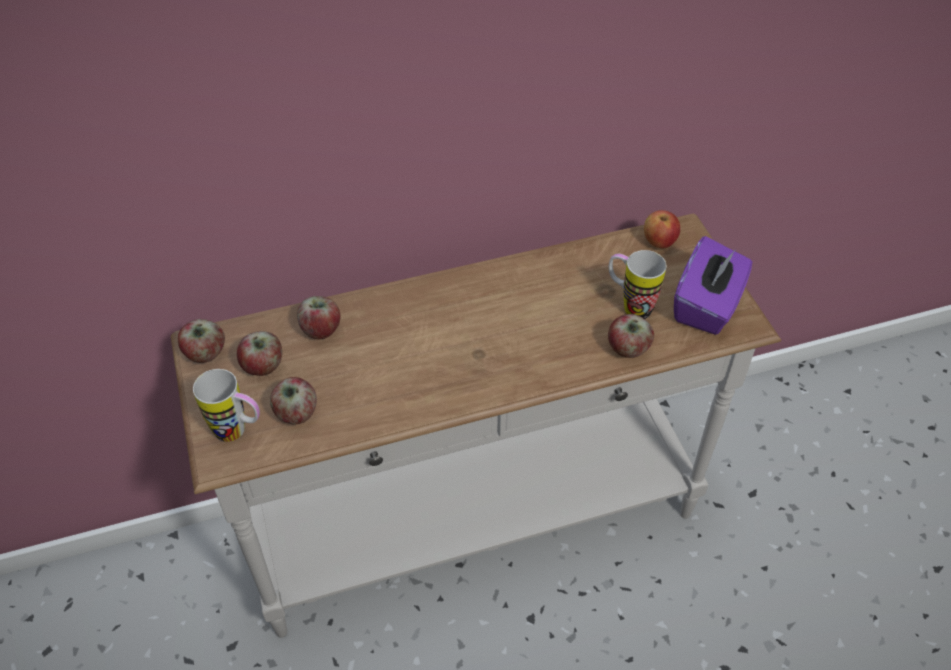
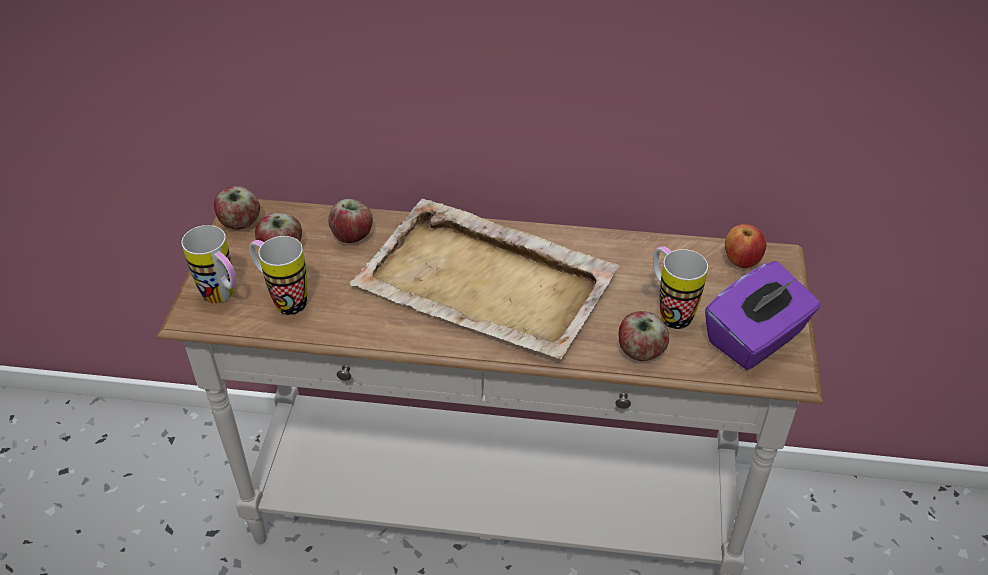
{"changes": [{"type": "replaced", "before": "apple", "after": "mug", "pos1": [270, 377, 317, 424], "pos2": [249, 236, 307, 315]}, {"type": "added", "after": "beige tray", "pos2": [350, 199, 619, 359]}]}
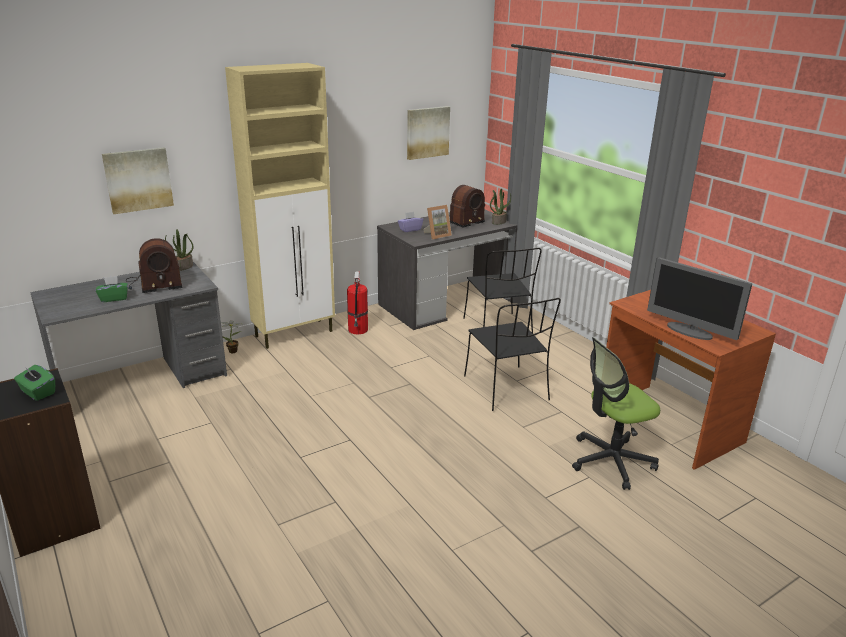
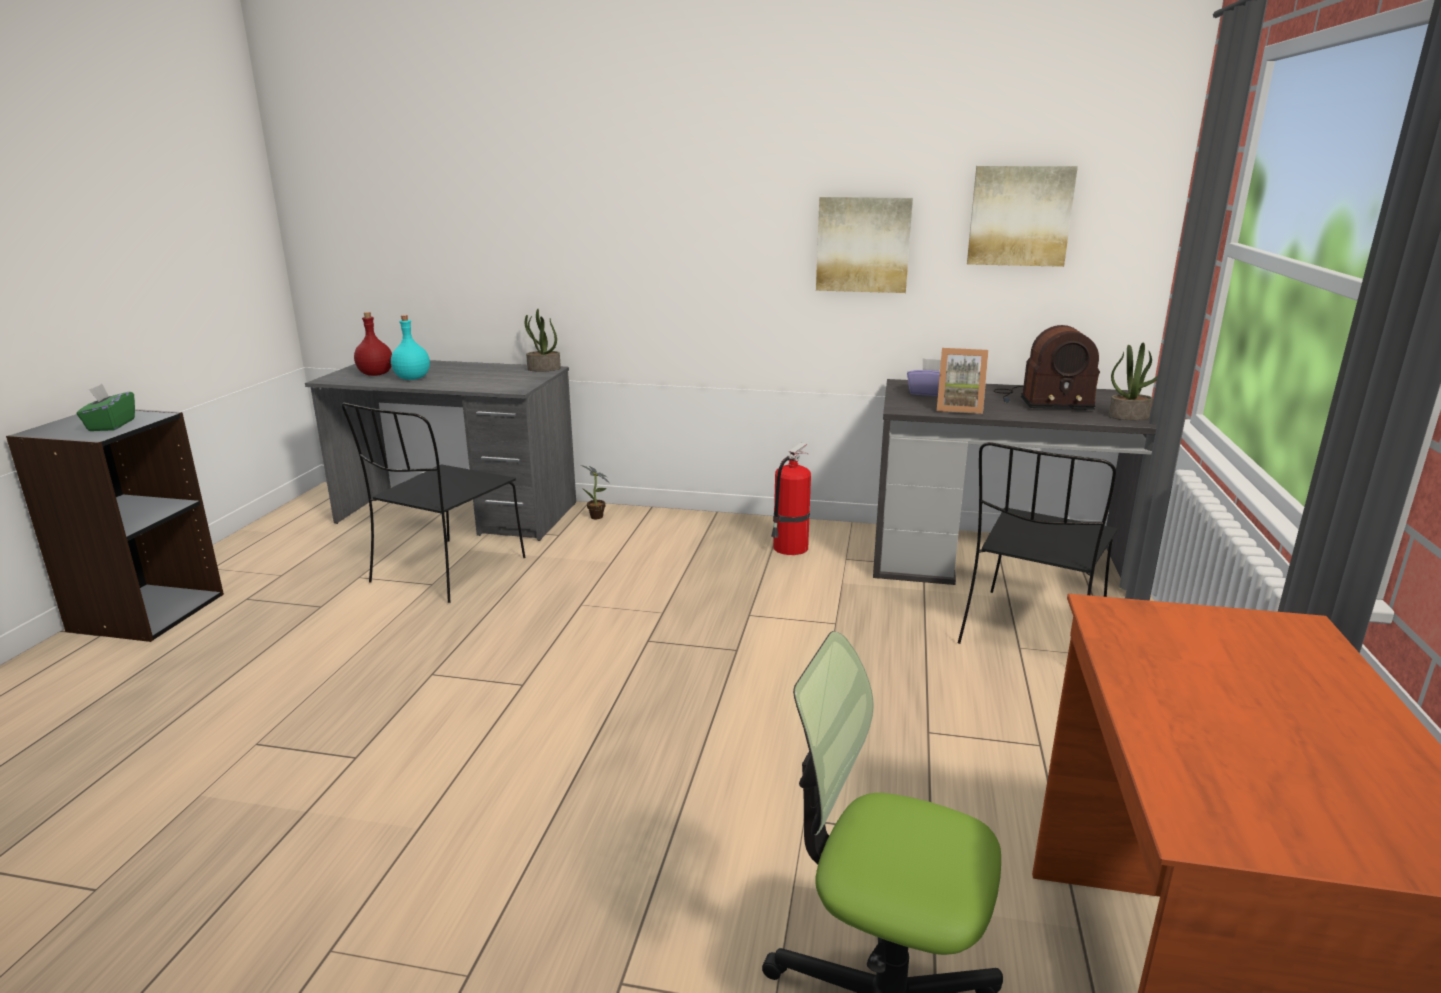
{"changes": [{"type": "replaced", "before": "green tissue box", "after": "turquoise bottle", "pos1": [96, 276, 128, 302], "pos2": [391, 315, 430, 380]}, {"type": "moved", "before": "picture", "pos1": [102, 147, 174, 214], "pos2": [816, 197, 913, 293]}, {"type": "removed", "before": "radio", "pos1": [126, 238, 183, 293]}, {"type": "removed", "before": "beige cabinet", "pos1": [225, 63, 335, 349]}, {"type": "moved", "before": "black chair", "pos1": [464, 298, 561, 411], "pos2": [342, 403, 526, 603]}, {"type": "removed", "before": "monitor", "pos1": [647, 257, 752, 340]}, {"type": "added", "after": "red bottle", "pos2": [354, 312, 392, 376]}]}
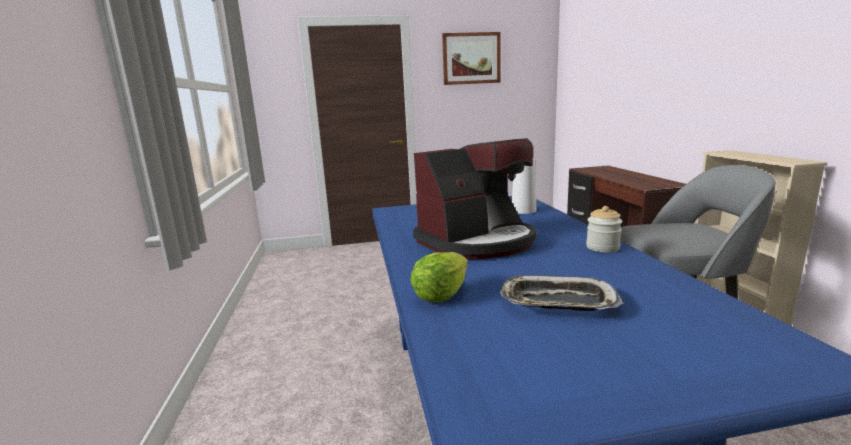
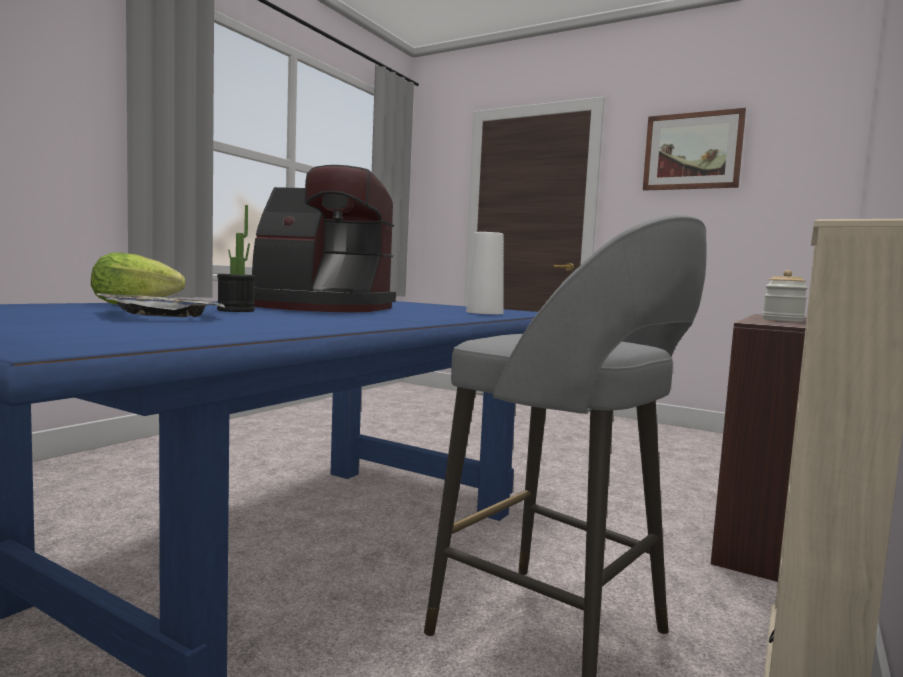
{"changes": [{"type": "moved", "before": "jar", "pos1": [586, 206, 622, 252], "pos2": [762, 270, 808, 322]}, {"type": "added", "after": "potted plant", "pos2": [217, 205, 255, 312]}]}
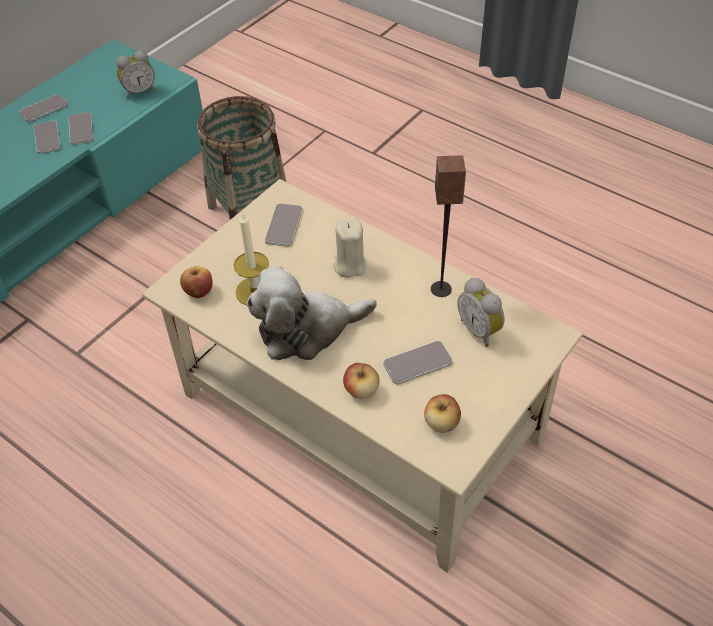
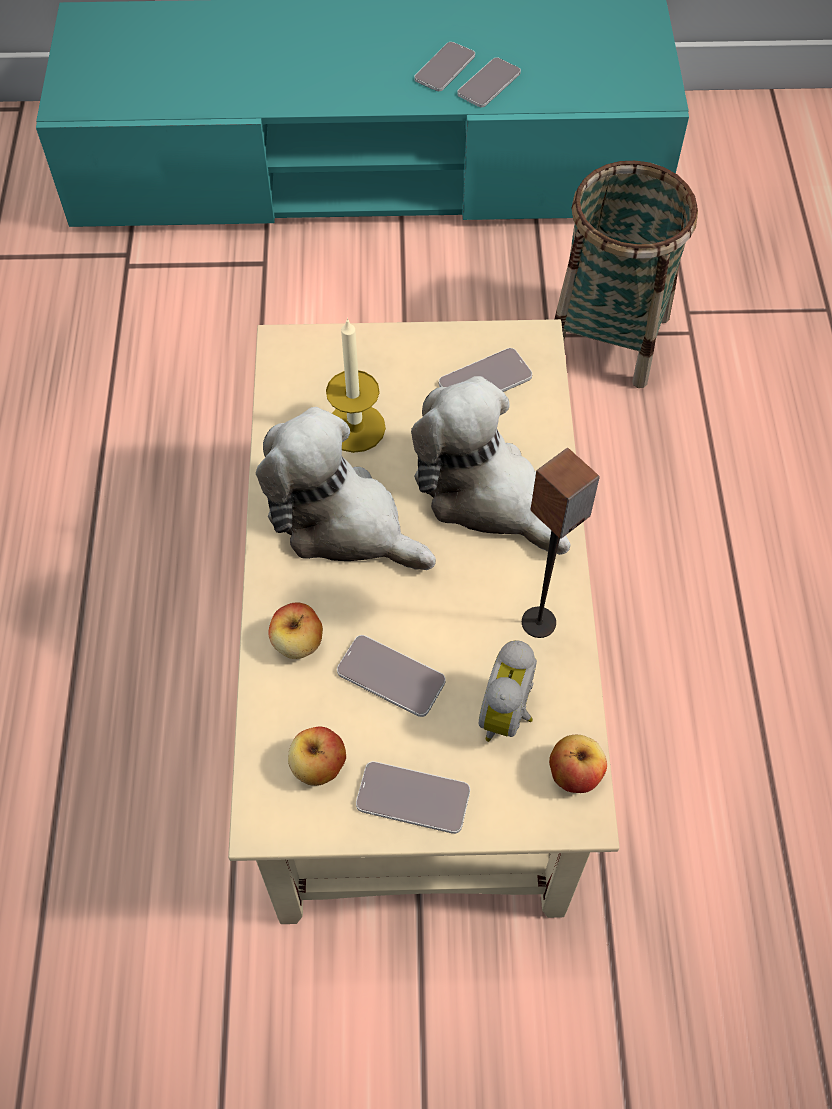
{"changes": [{"type": "moved", "before": "phone", "pos1": [19, 94, 69, 122], "pos2": [356, 761, 470, 834]}, {"type": "removed", "before": "alarm clock", "pos1": [116, 50, 156, 99]}, {"type": "moved", "before": "apple", "pos1": [180, 266, 213, 298], "pos2": [549, 735, 607, 793]}, {"type": "replaced", "before": "beige candle", "after": "plush toy", "pos1": [333, 218, 367, 278], "pos2": [411, 376, 570, 555]}]}
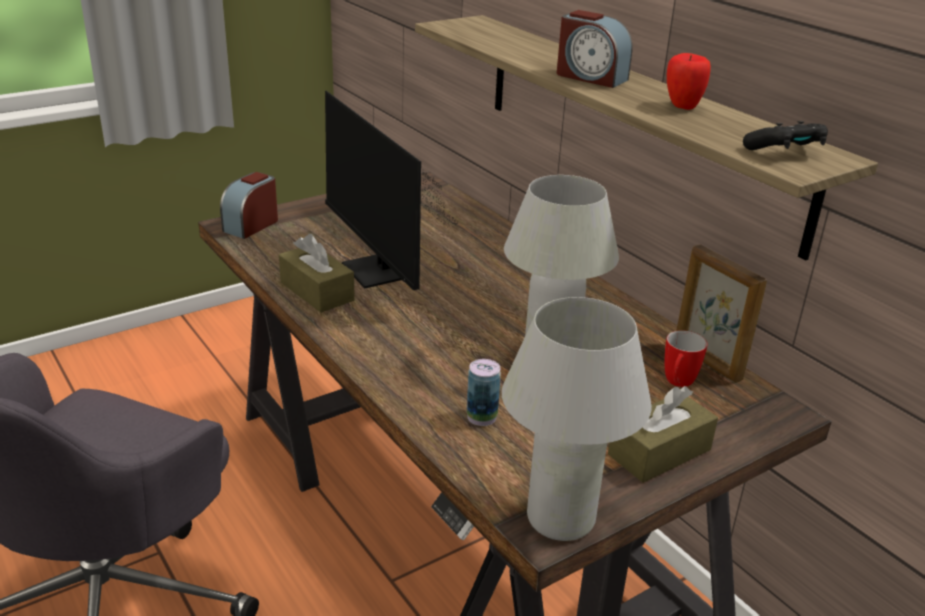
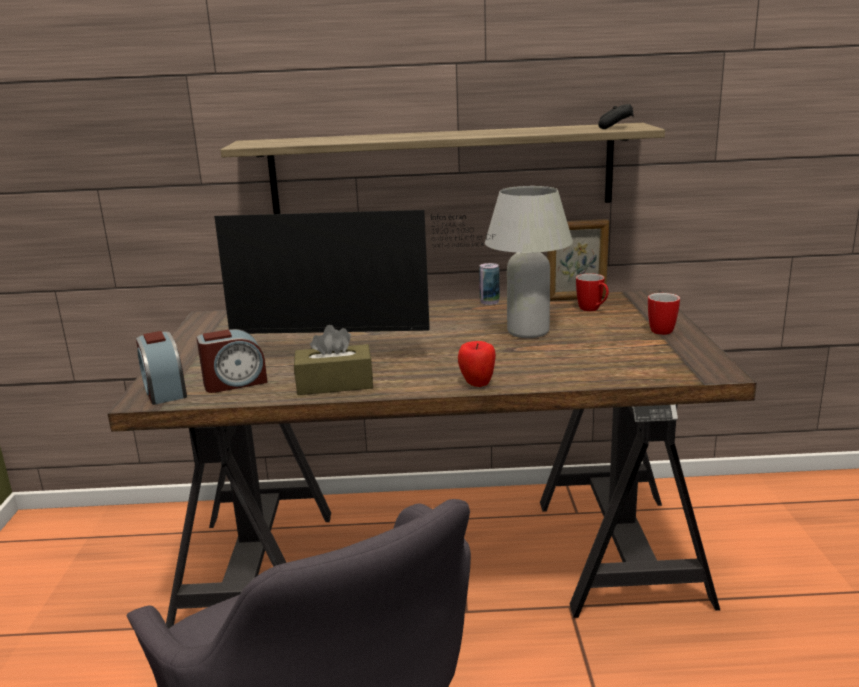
{"changes": [{"type": "moved", "before": "can", "pos1": [467, 359, 501, 426], "pos2": [479, 263, 500, 305]}, {"type": "removed", "before": "white table lamp", "pos1": [502, 297, 652, 541]}, {"type": "moved", "before": "alarm clock", "pos1": [557, 10, 633, 88], "pos2": [197, 329, 268, 393]}, {"type": "replaced", "before": "brown tissue box", "after": "mug", "pos1": [608, 386, 718, 483], "pos2": [648, 293, 680, 335]}, {"type": "moved", "before": "apple", "pos1": [667, 53, 711, 110], "pos2": [458, 341, 496, 387]}]}
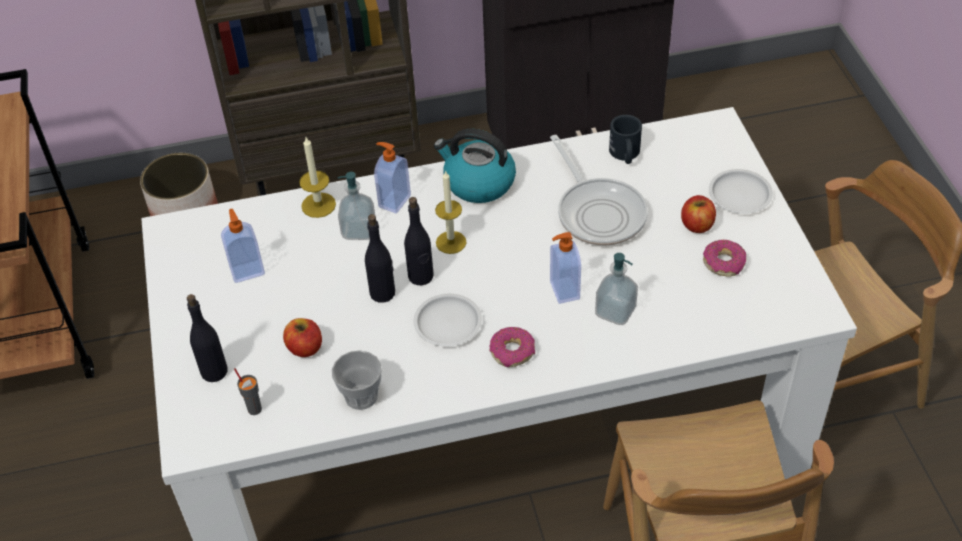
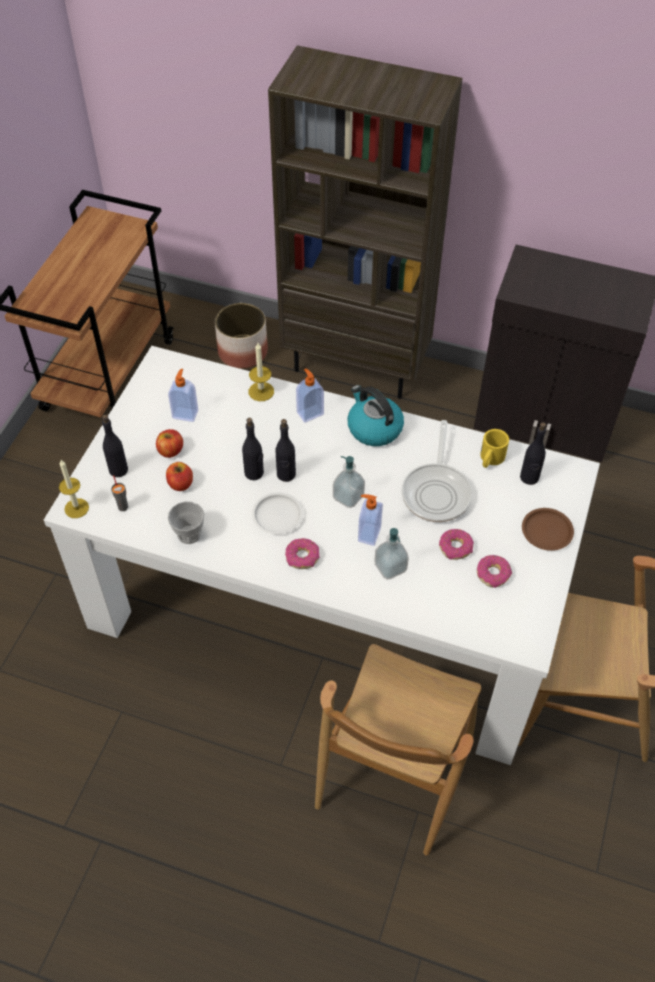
{"changes": [{"type": "moved", "before": "soap dispenser", "pos1": [338, 172, 375, 240], "pos2": [333, 456, 365, 508]}, {"type": "moved", "before": "candle", "pos1": [435, 170, 466, 254], "pos2": [59, 460, 89, 518]}, {"type": "recoloured", "before": "black mug", "after": "yellow mug", "pos1": [609, 115, 642, 164], "pos2": [480, 429, 509, 468]}, {"type": "moved", "before": "apple", "pos1": [681, 195, 716, 233], "pos2": [156, 429, 183, 458]}, {"type": "recoloured", "before": "white plate", "after": "brown plate", "pos1": [709, 169, 773, 214], "pos2": [522, 508, 574, 551]}, {"type": "added", "after": "donut", "pos2": [439, 529, 474, 560]}, {"type": "added", "after": "black bottle", "pos2": [520, 422, 546, 485]}]}
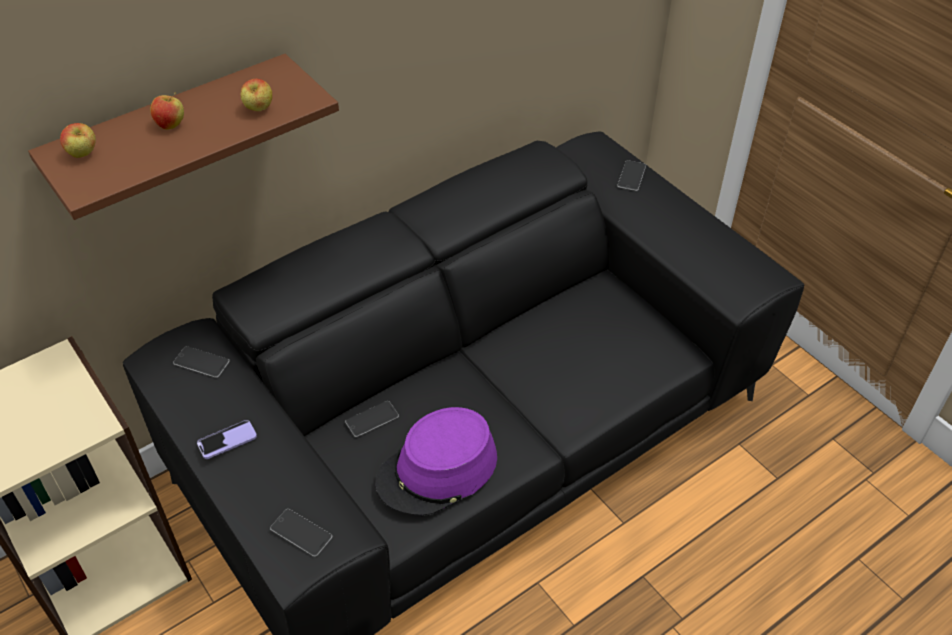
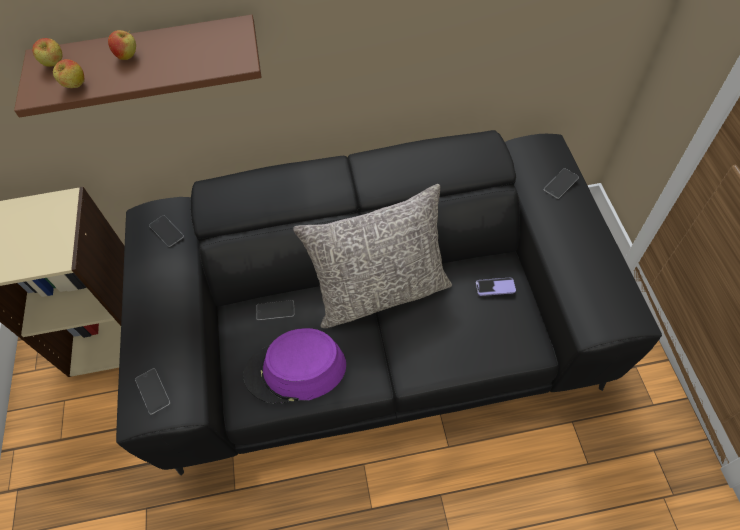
{"changes": [{"type": "moved", "before": "phone", "pos1": [197, 420, 257, 459], "pos2": [476, 277, 516, 296]}, {"type": "moved", "before": "apple", "pos1": [240, 79, 272, 111], "pos2": [53, 59, 85, 88]}, {"type": "added", "after": "grey pillow", "pos2": [293, 184, 452, 328]}]}
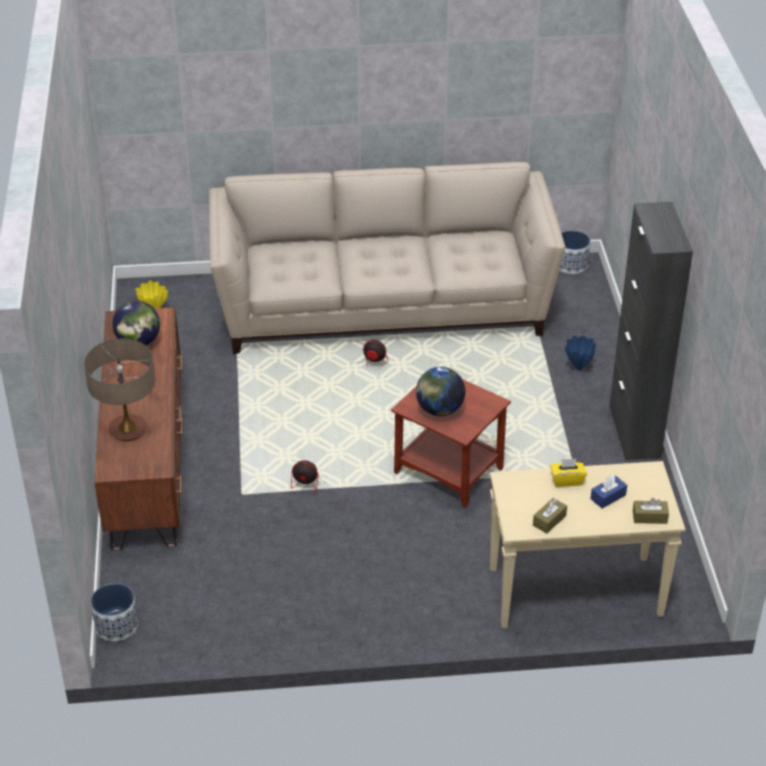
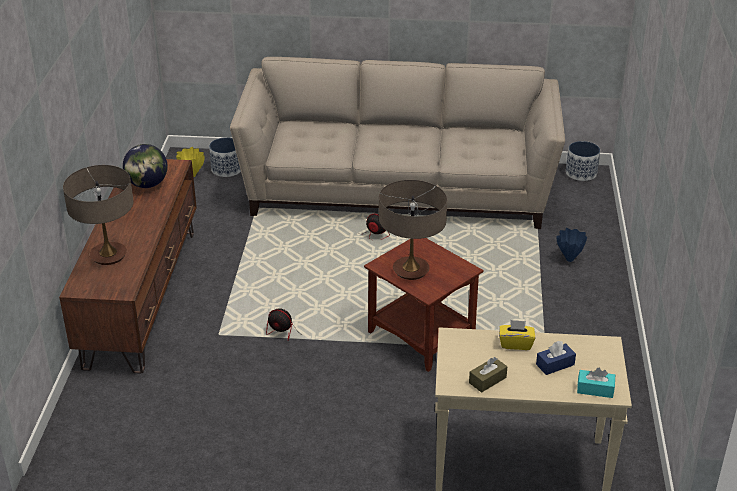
{"changes": [{"type": "moved", "before": "planter", "pos1": [90, 583, 138, 641], "pos2": [209, 137, 241, 177]}, {"type": "replaced", "before": "globe", "after": "table lamp", "pos1": [416, 367, 465, 416], "pos2": [379, 180, 447, 280]}, {"type": "removed", "before": "black cabinet", "pos1": [609, 202, 693, 460]}, {"type": "recoloured", "before": "brown tissue box", "after": "turquoise tissue box", "pos1": [633, 498, 669, 524], "pos2": [577, 368, 615, 398]}]}
